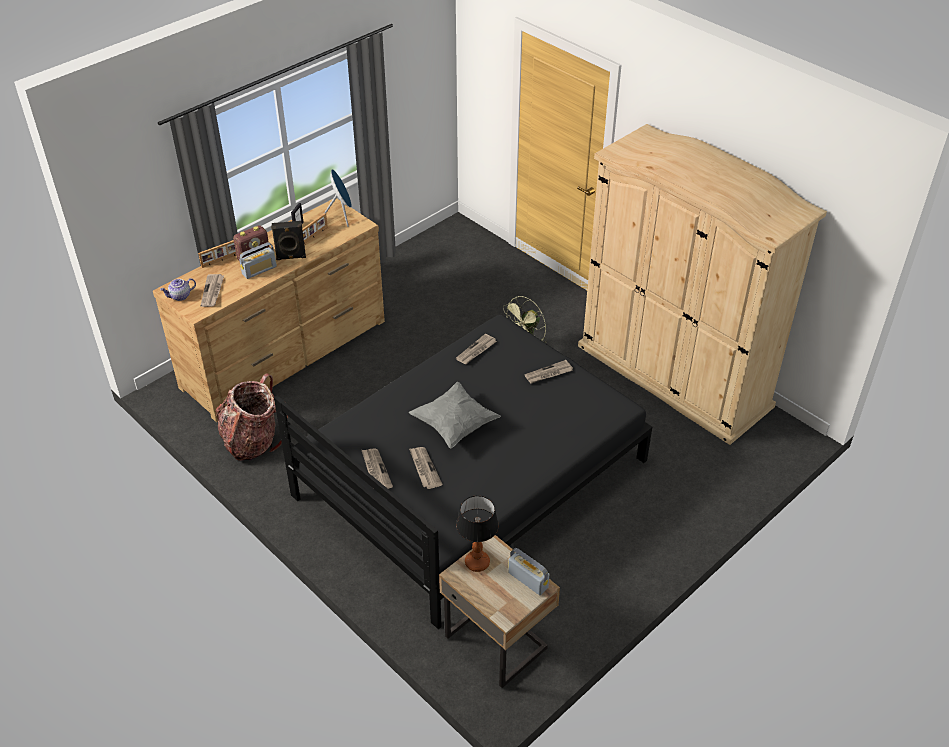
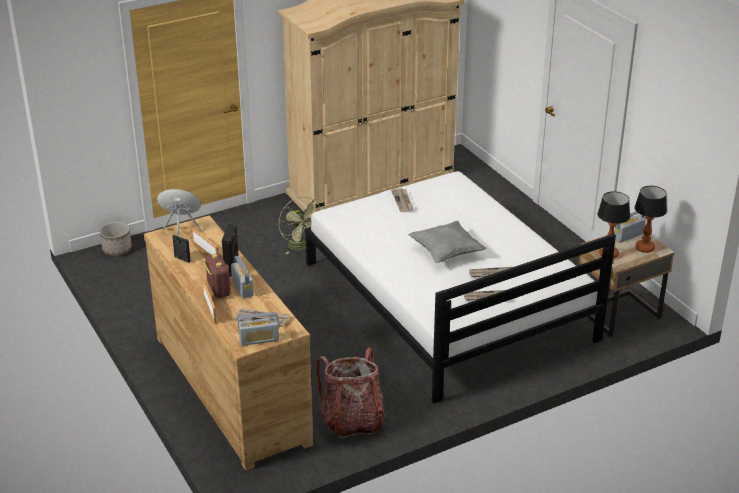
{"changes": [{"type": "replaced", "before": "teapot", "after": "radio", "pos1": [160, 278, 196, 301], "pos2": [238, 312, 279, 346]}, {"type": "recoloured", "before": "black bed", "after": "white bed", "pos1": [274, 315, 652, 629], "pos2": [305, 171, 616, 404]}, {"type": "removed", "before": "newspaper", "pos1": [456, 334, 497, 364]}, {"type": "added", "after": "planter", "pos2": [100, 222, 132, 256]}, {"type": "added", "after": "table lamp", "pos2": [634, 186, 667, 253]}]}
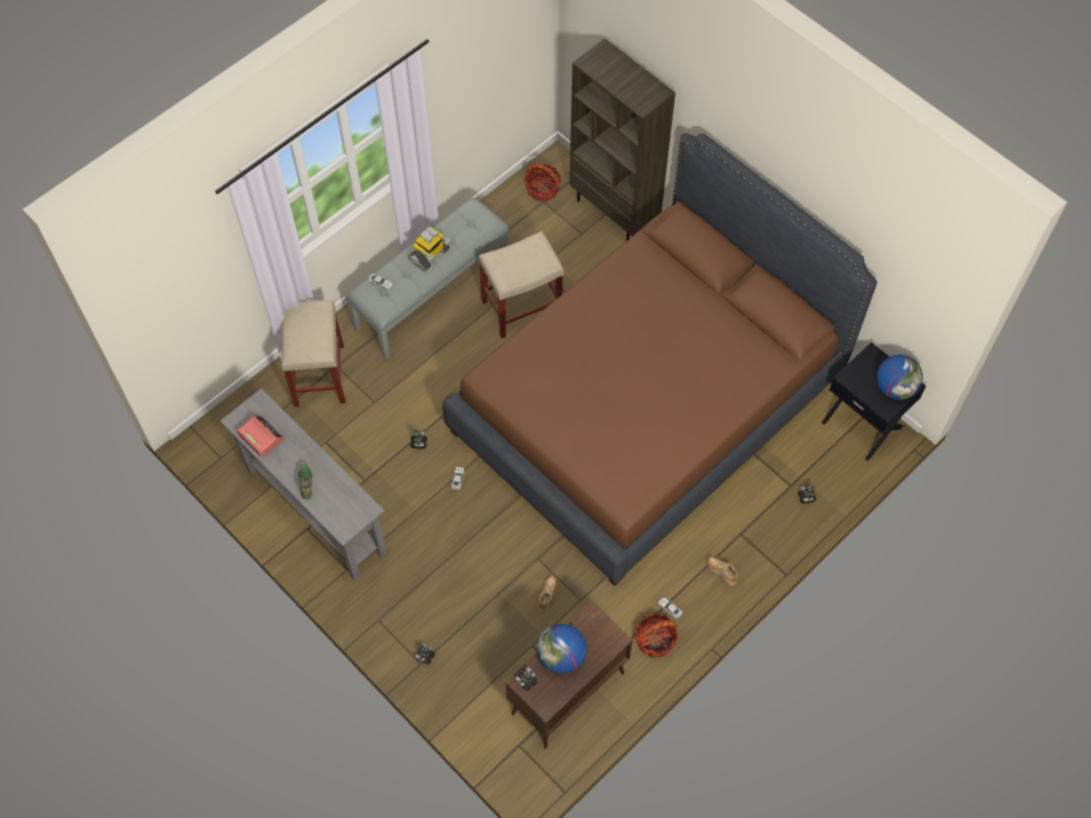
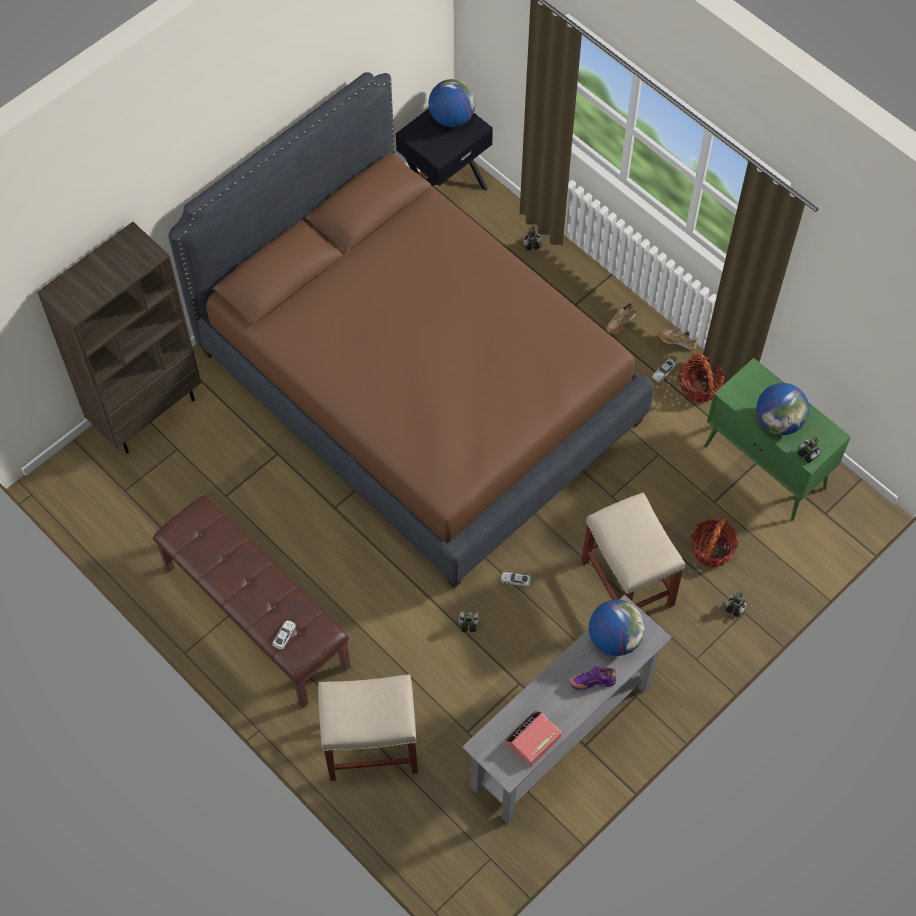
{"changes": [{"type": "recoloured", "before": "green shoe", "after": "purple shoe", "pos1": [298, 462, 312, 499], "pos2": [570, 666, 616, 691]}, {"type": "recoloured", "before": "grey bench", "after": "brown bench", "pos1": [345, 198, 509, 360], "pos2": [153, 495, 351, 708]}, {"type": "removed", "before": "toy robot", "pos1": [408, 226, 450, 271]}, {"type": "moved", "before": "beige stool", "pos1": [478, 231, 564, 338], "pos2": [581, 492, 685, 608]}, {"type": "recoloured", "before": "brown cabinet", "after": "green cabinet", "pos1": [505, 602, 633, 749], "pos2": [704, 358, 851, 521]}, {"type": "moved", "before": "basket", "pos1": [525, 163, 561, 202], "pos2": [691, 517, 739, 567]}, {"type": "moved", "before": "beige shoe", "pos1": [537, 576, 556, 612], "pos2": [659, 328, 697, 350]}, {"type": "added", "after": "globe", "pos2": [589, 599, 645, 656]}]}
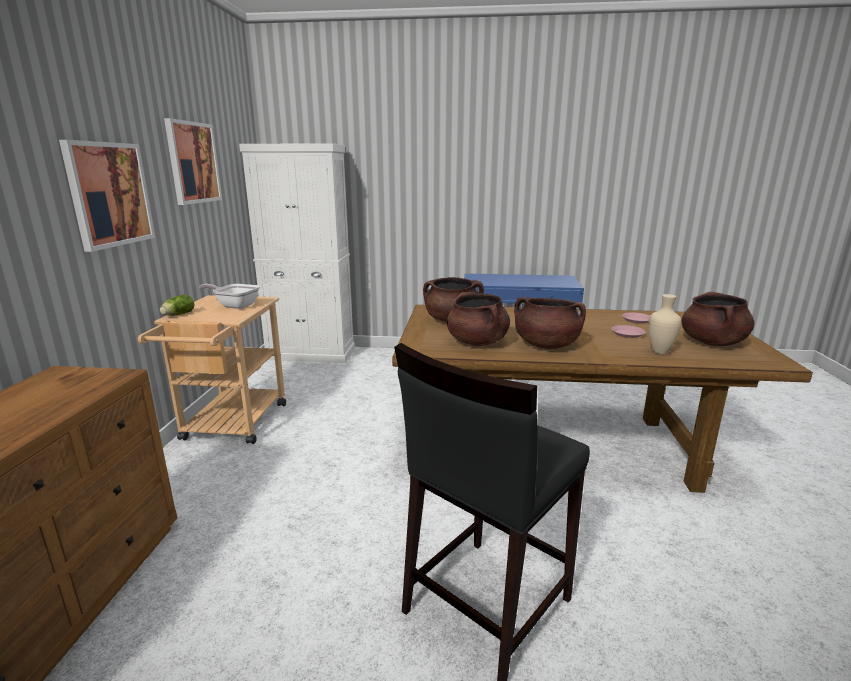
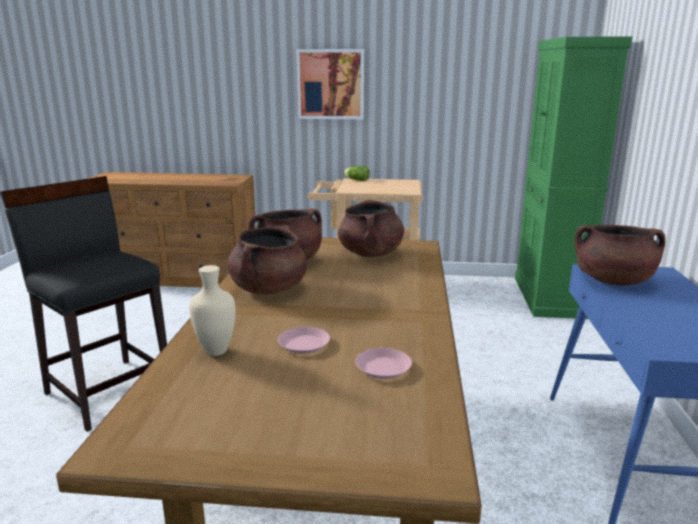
{"changes": [{"type": "removed", "before": "picture", "pos1": [164, 118, 222, 205]}, {"type": "removed", "before": "frying pan", "pos1": [199, 284, 260, 309]}, {"type": "recoloured", "before": "white cabinet", "after": "green cabinet", "pos1": [239, 143, 355, 363], "pos2": [515, 36, 632, 319]}, {"type": "moved", "before": "brown cooking pot", "pos1": [681, 292, 754, 346], "pos2": [574, 225, 666, 286]}]}
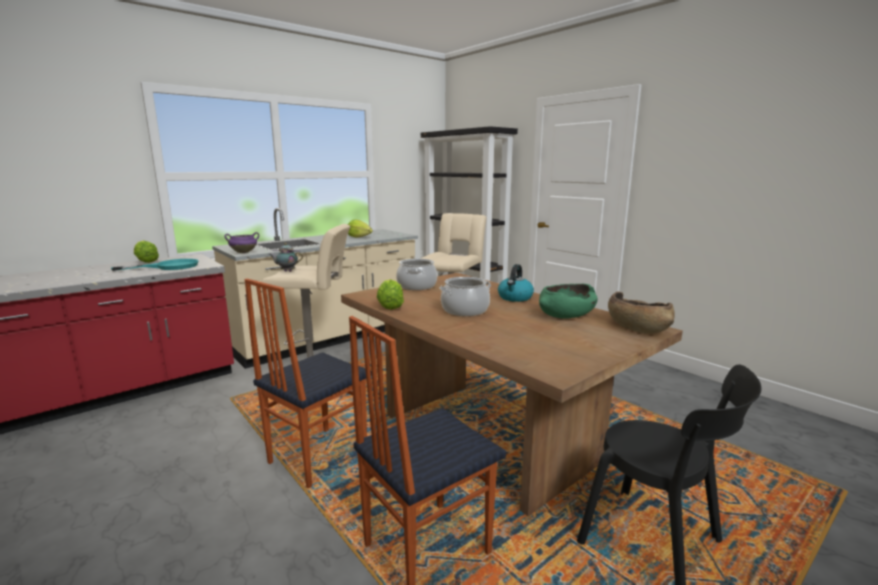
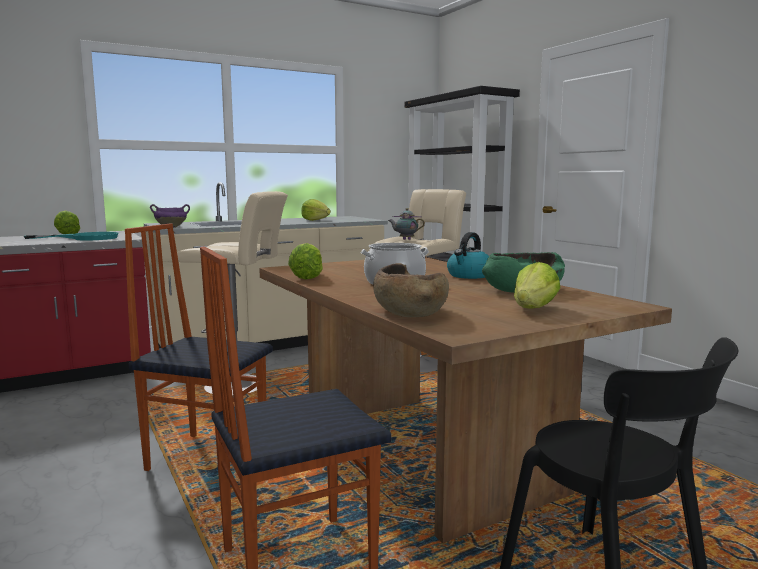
{"changes": [{"type": "turned", "before": "chair", "pos1": [245, 278, 372, 488], "pos2": [125, 223, 273, 471], "turn": 60}, {"type": "moved", "before": "teapot", "pos1": [269, 243, 303, 272], "pos2": [388, 208, 425, 240]}, {"type": "removed", "before": "cooking pot", "pos1": [396, 259, 437, 290]}, {"type": "moved", "before": "brown bowl", "pos1": [608, 291, 675, 334], "pos2": [373, 263, 449, 317]}, {"type": "added", "after": "lettuce", "pos2": [514, 262, 560, 309]}]}
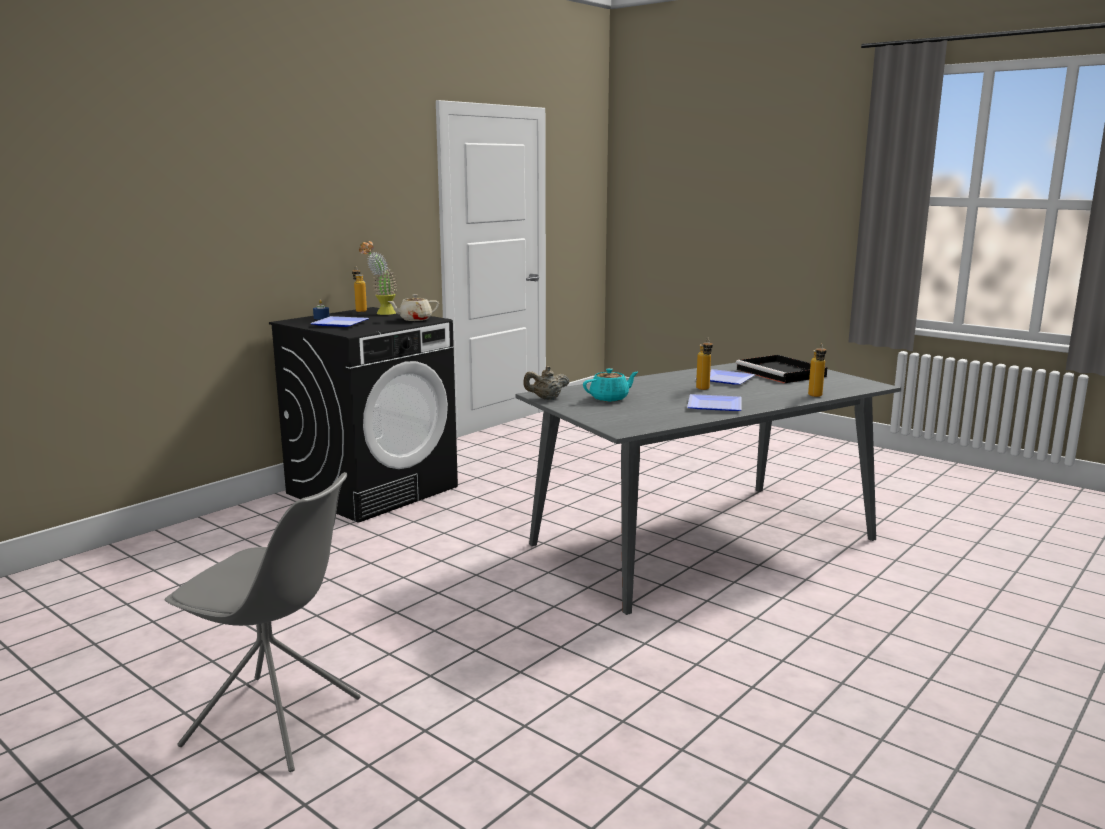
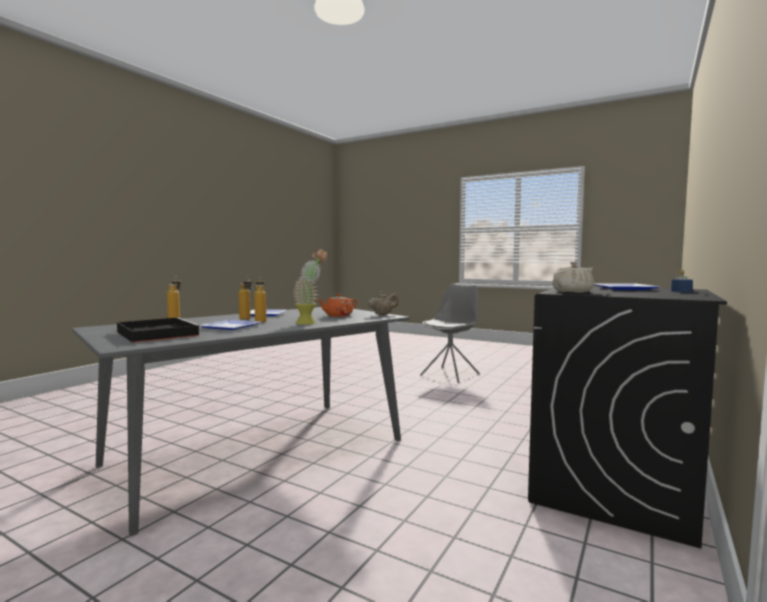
{"changes": [{"type": "turned", "before": "grey chair", "pos1": [165, 472, 361, 772], "pos2": [420, 284, 479, 383], "turn": 120}, {"type": "moved", "before": "bottle", "pos1": [352, 266, 367, 312], "pos2": [239, 276, 252, 319]}, {"type": "moved", "before": "potted plant", "pos1": [359, 241, 397, 315], "pos2": [294, 249, 327, 325]}, {"type": "recoloured", "before": "turquoise teapot", "after": "orange teapot", "pos1": [583, 368, 638, 402], "pos2": [318, 293, 357, 317]}]}
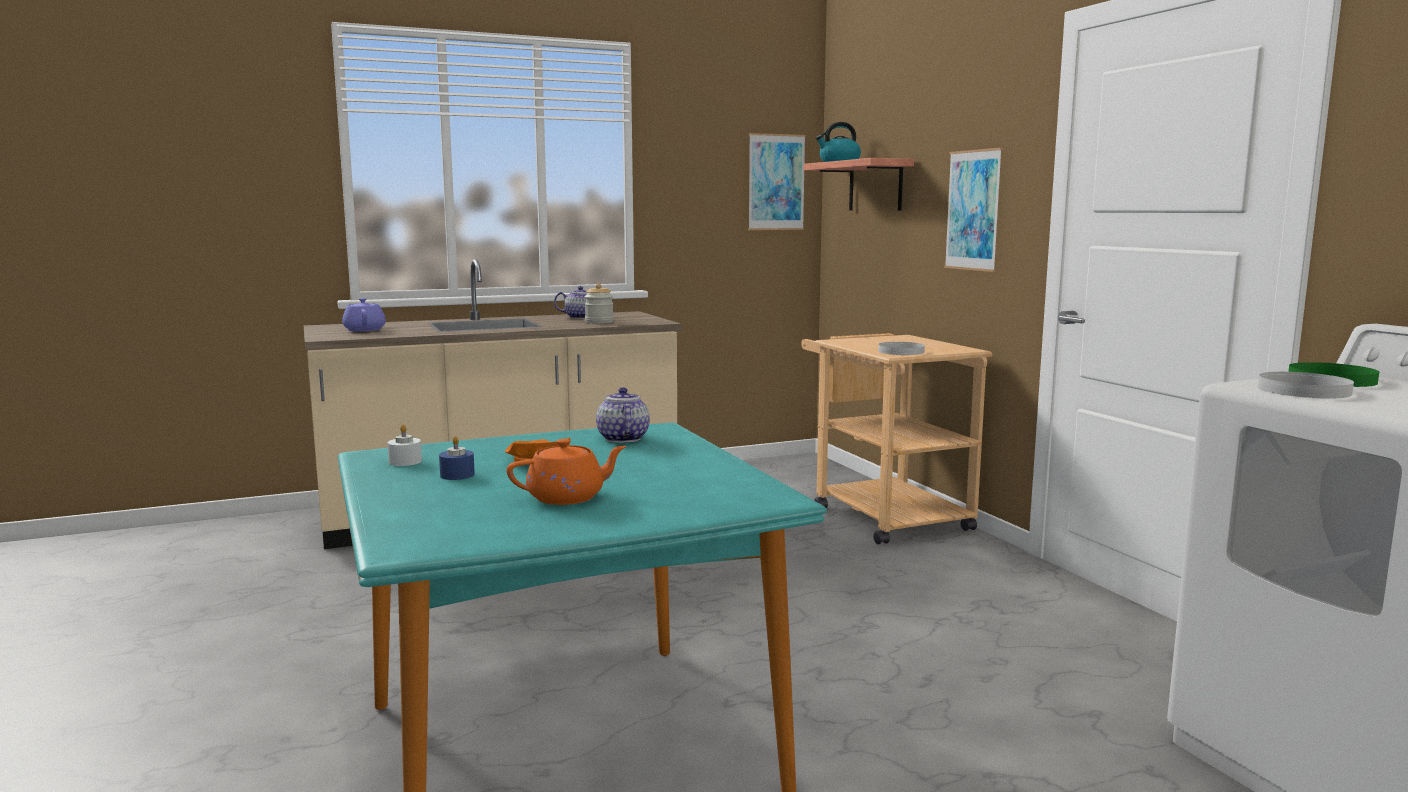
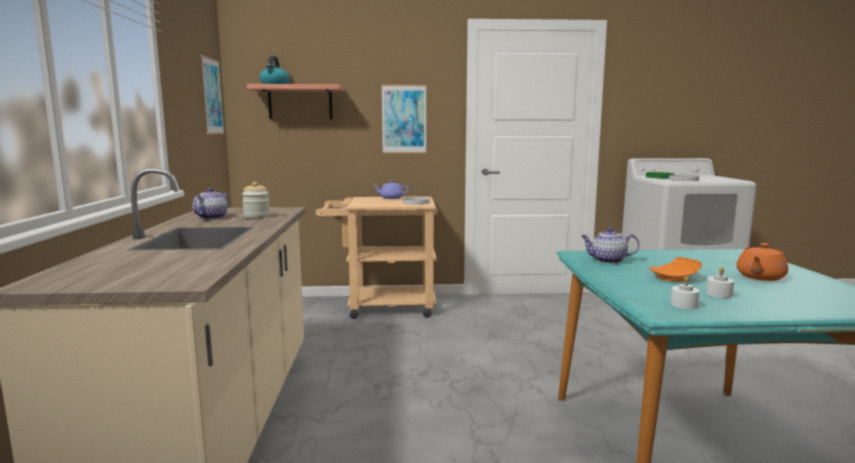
{"changes": [{"type": "moved", "before": "purple teapot", "pos1": [342, 298, 386, 331], "pos2": [372, 180, 409, 199]}, {"type": "recoloured", "before": "blue candle", "after": "white candle", "pos1": [439, 436, 475, 480], "pos2": [706, 267, 734, 298]}, {"type": "turned", "before": "orange teapot", "pos1": [506, 439, 627, 505], "pos2": [736, 243, 788, 281], "turn": -135}]}
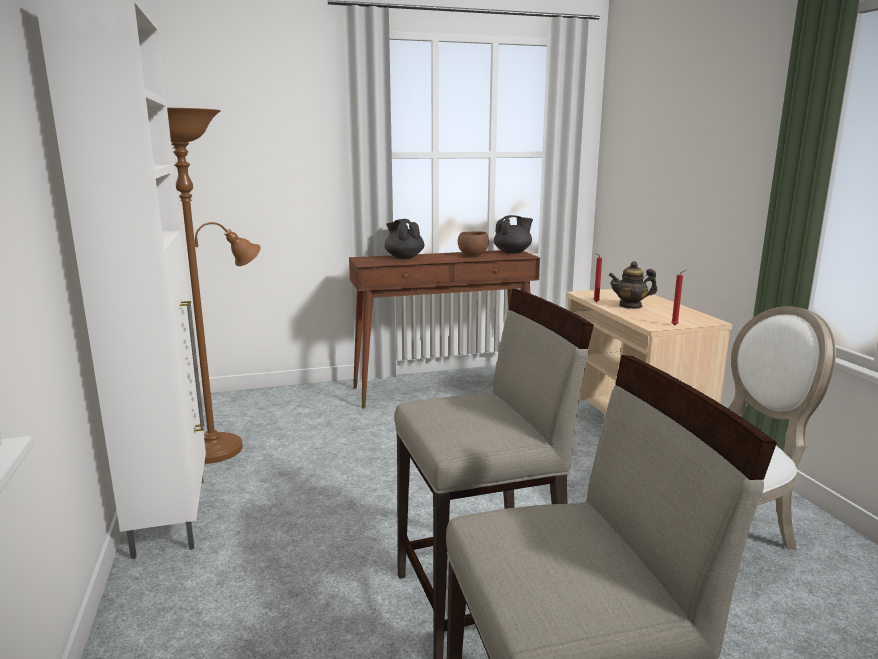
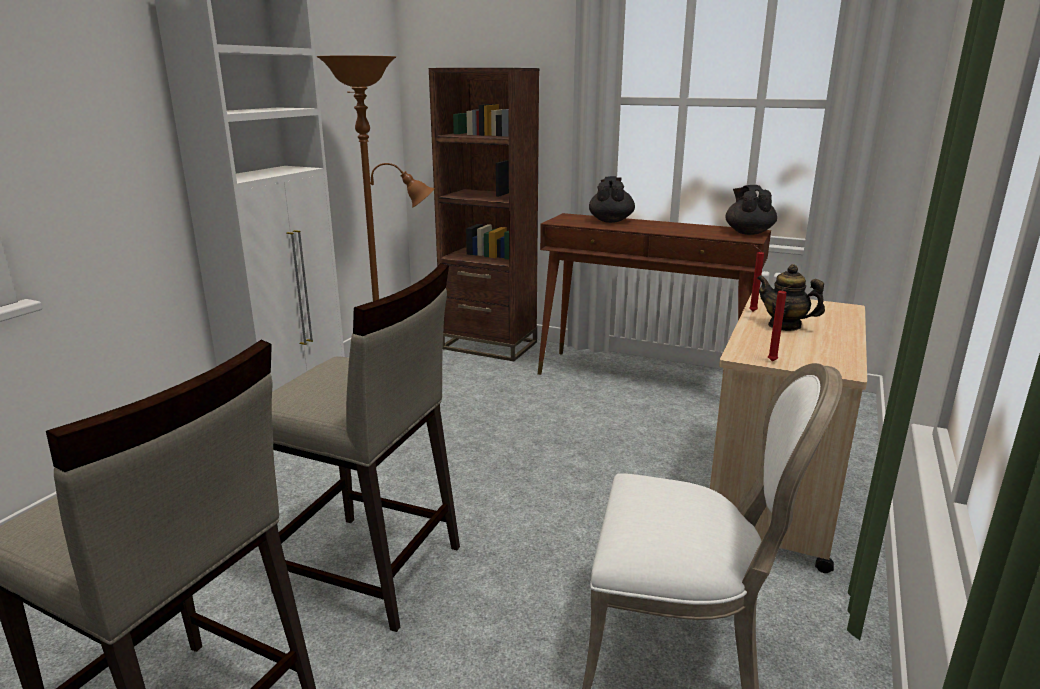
{"changes": [{"type": "removed", "before": "brown bowl", "pos1": [458, 231, 489, 256]}, {"type": "turned", "before": "black teapot", "pos1": [494, 215, 533, 253], "pos2": [725, 185, 777, 235], "turn": -105}, {"type": "added", "after": "brown bookcase", "pos2": [429, 68, 539, 361]}]}
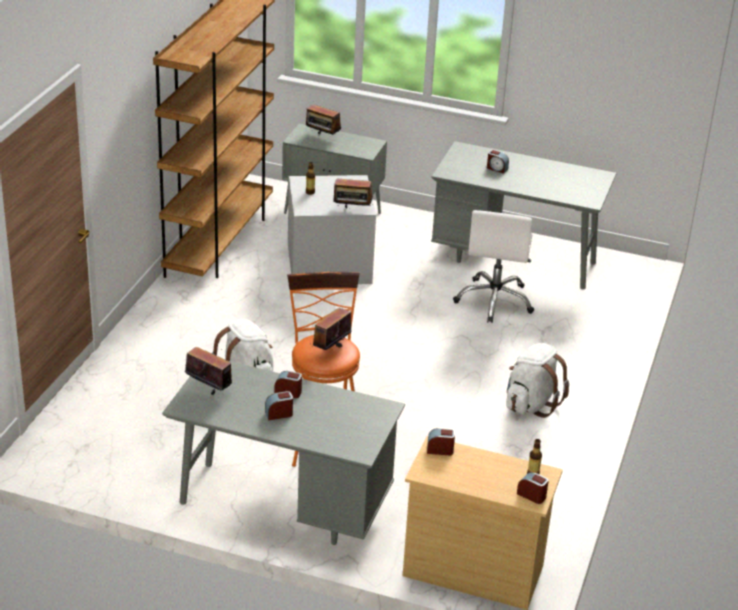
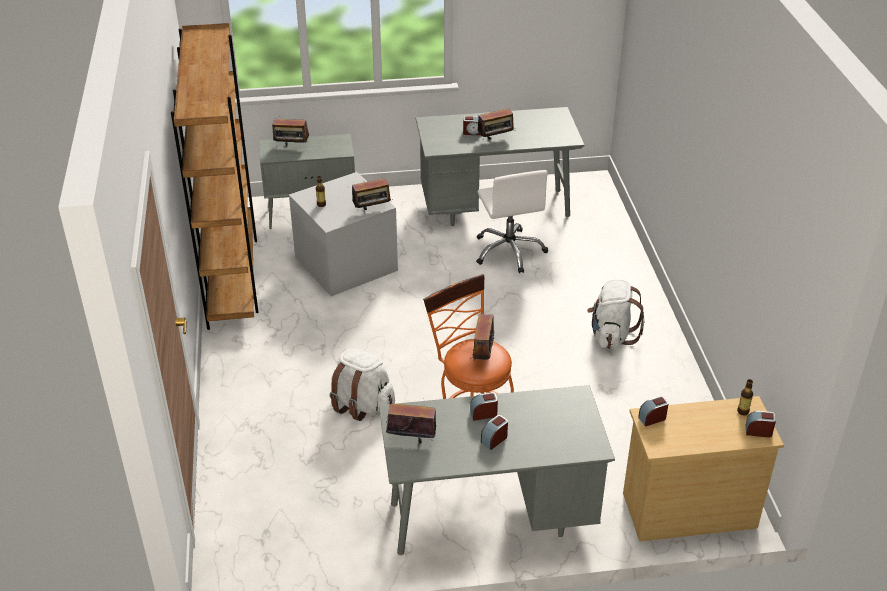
{"changes": [{"type": "added", "after": "radio", "pos2": [478, 108, 514, 139]}]}
